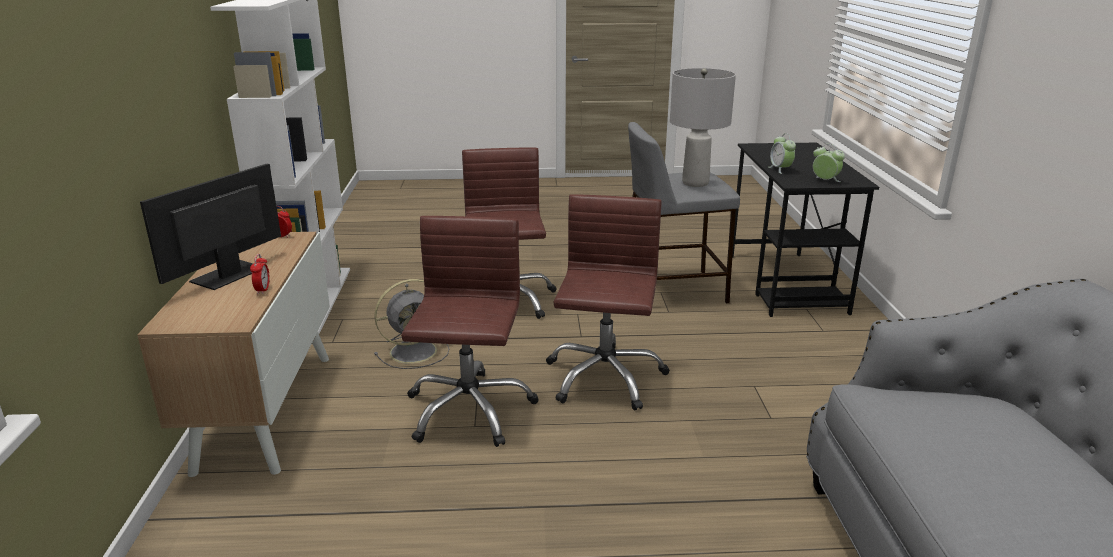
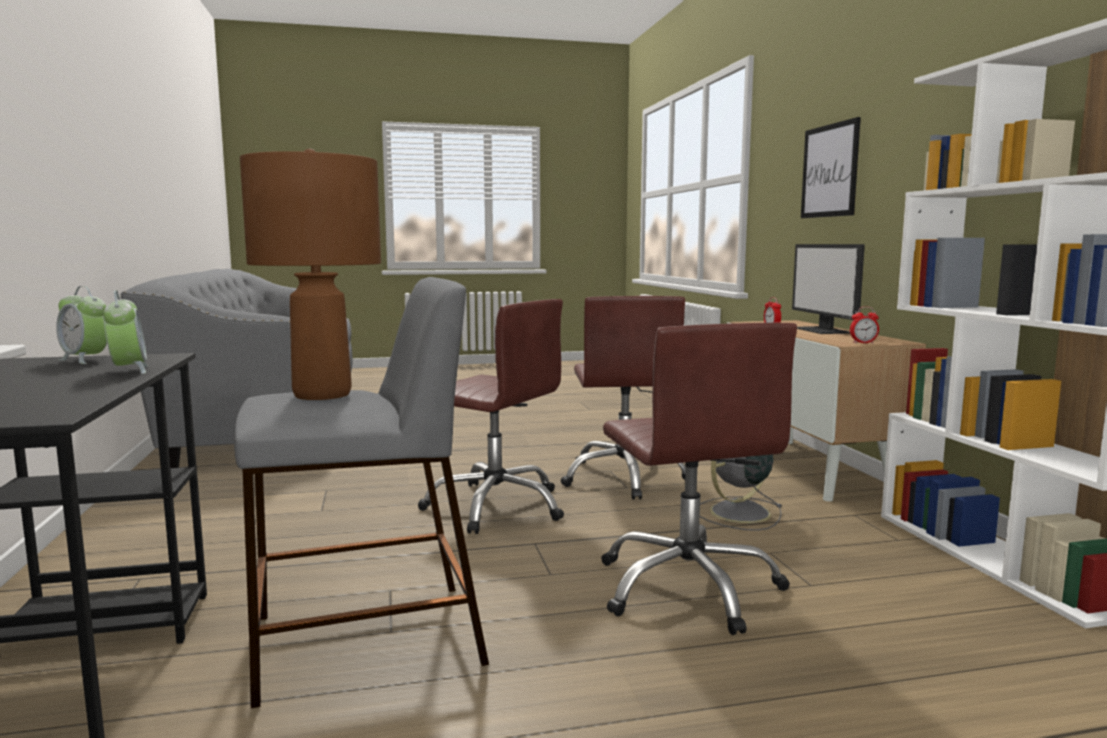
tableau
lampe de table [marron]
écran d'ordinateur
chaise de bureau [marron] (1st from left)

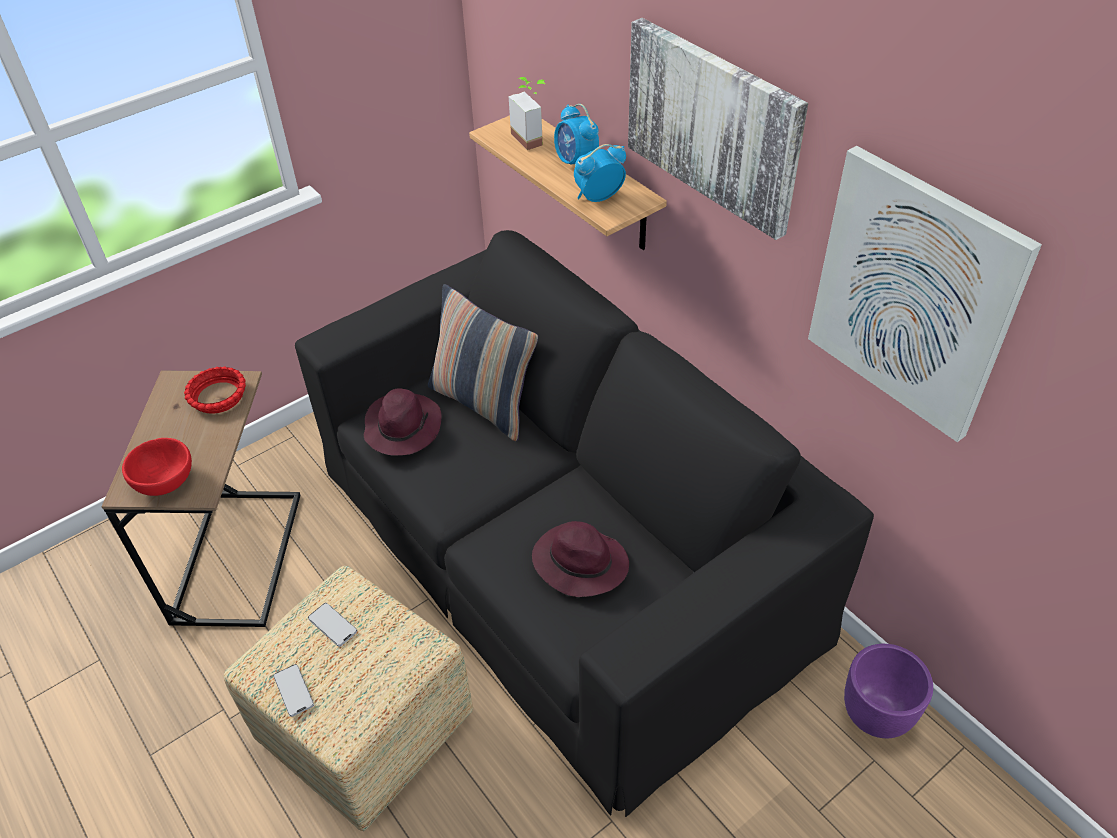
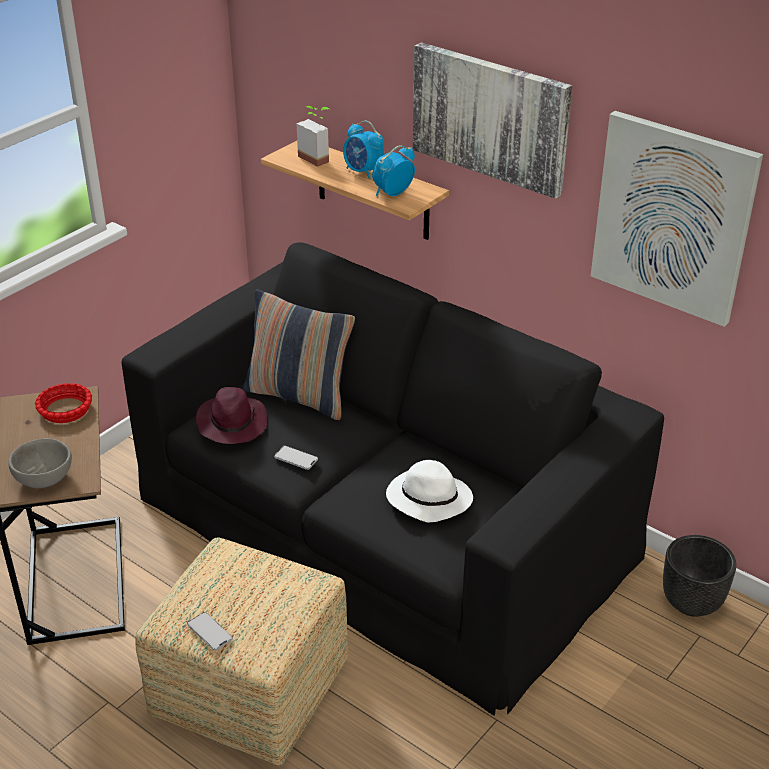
téléphone (2nd from left)
bol [gris]
chapeau [blanc]
cache-pot [noir]

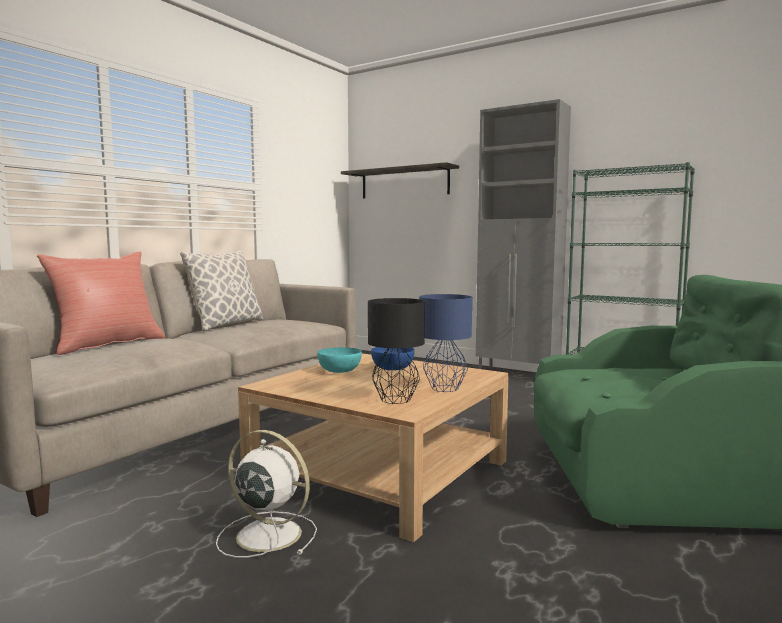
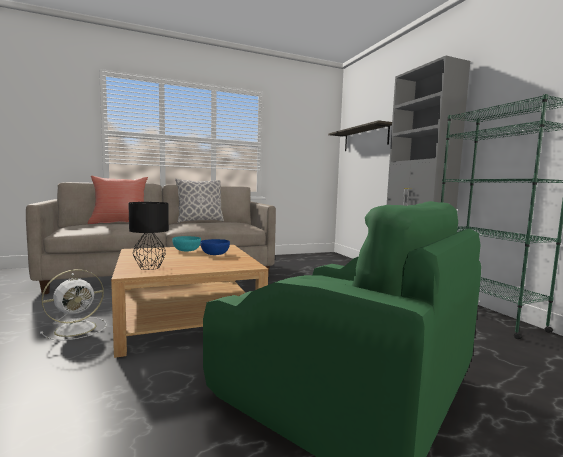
lampe de table [bleu]
ventilateur [blanc]

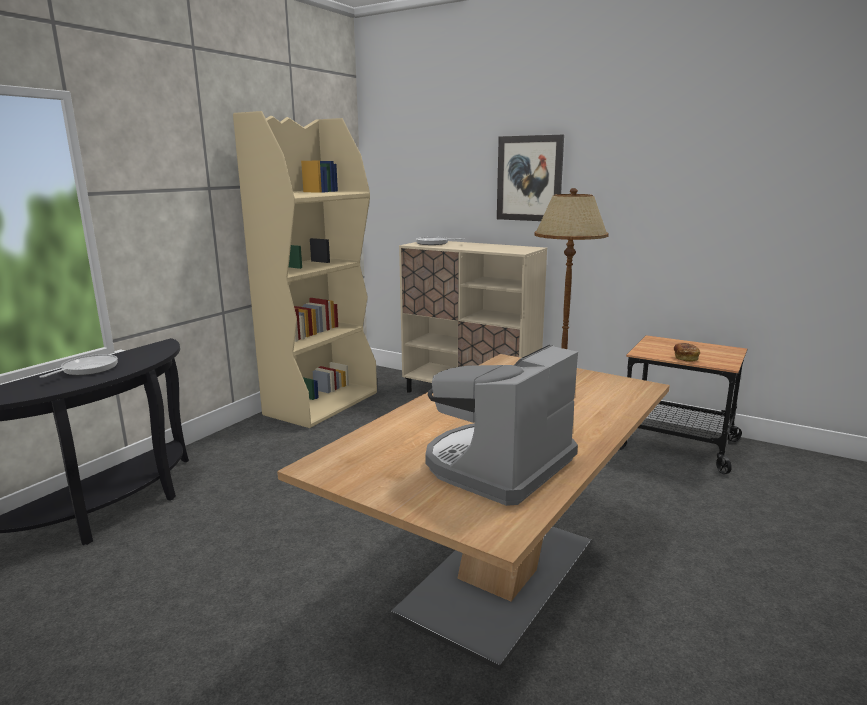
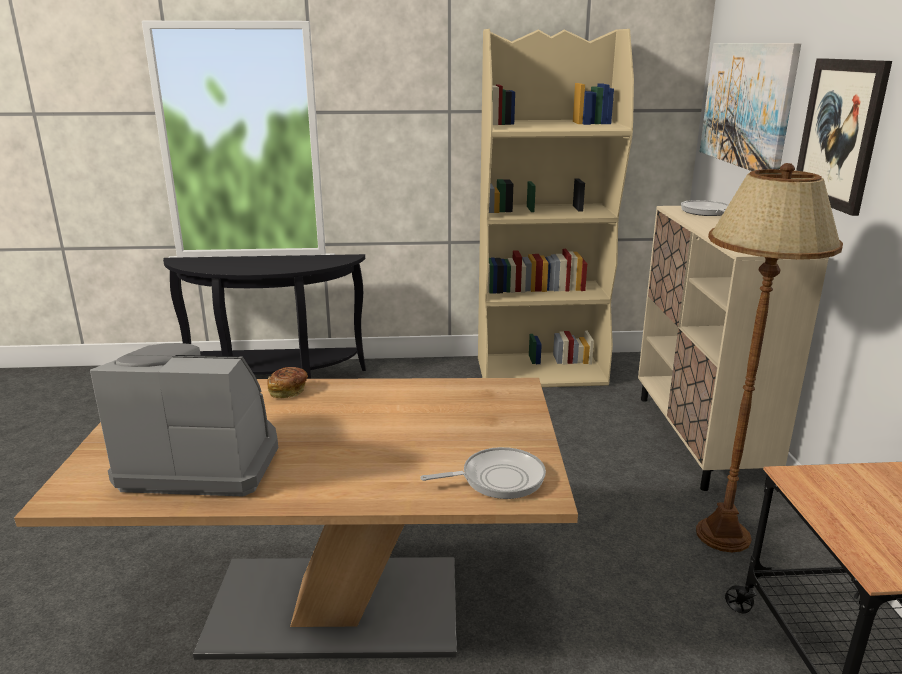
tableau (1st from left)
poêle (1st from left)
pain

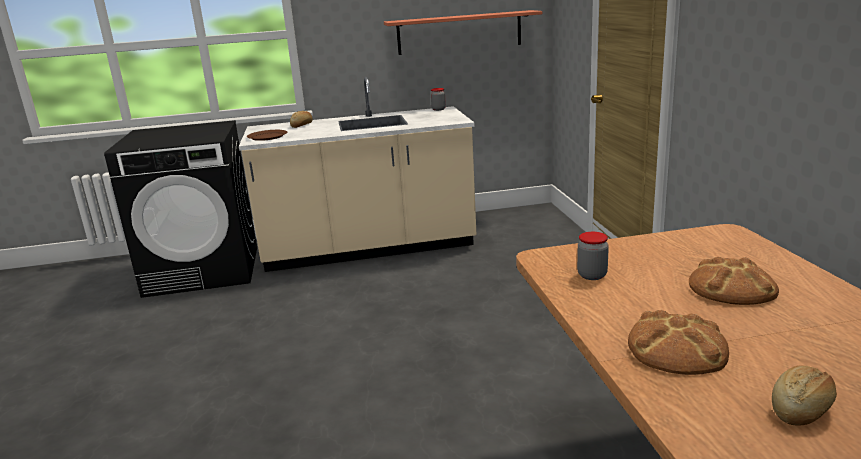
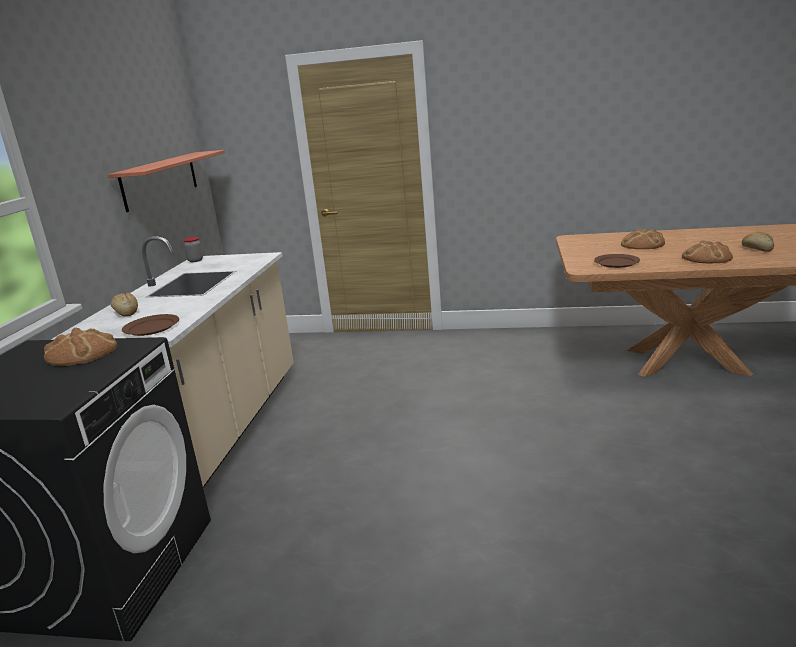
pain (1st from left)
assiette [marron] (2nd from left)

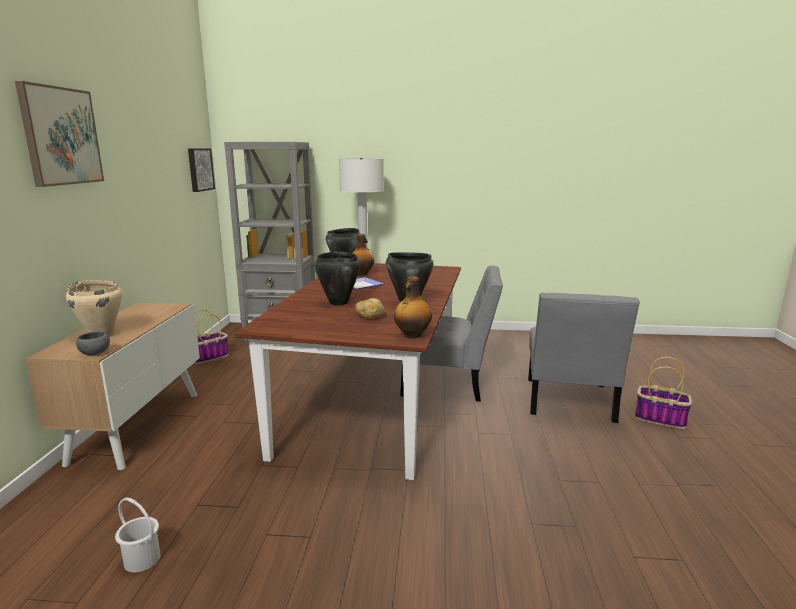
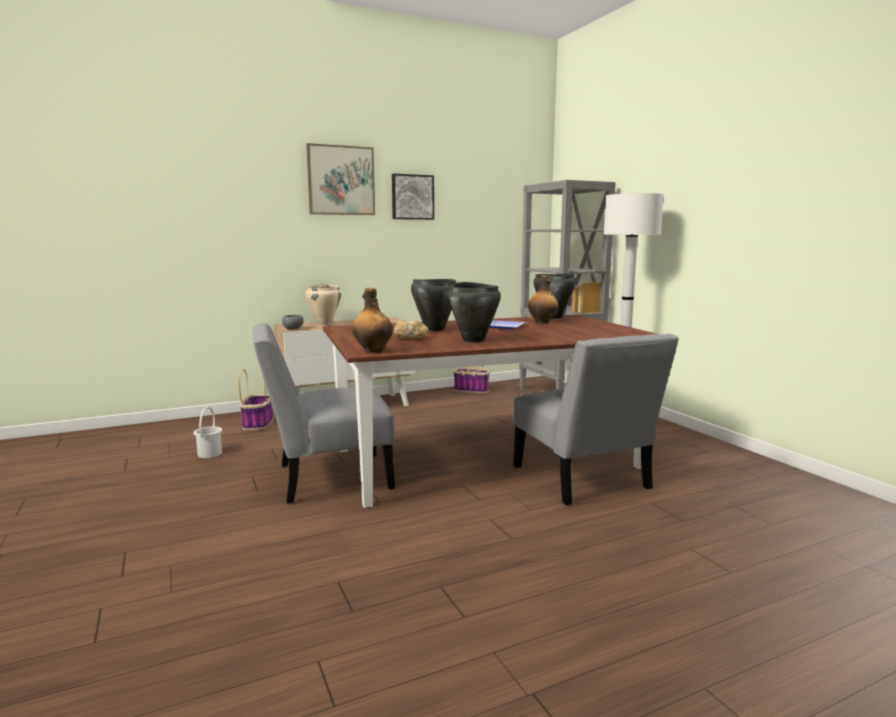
tableau (2nd from left)
chaise [gris] (1st from left)
panier (1st from left)

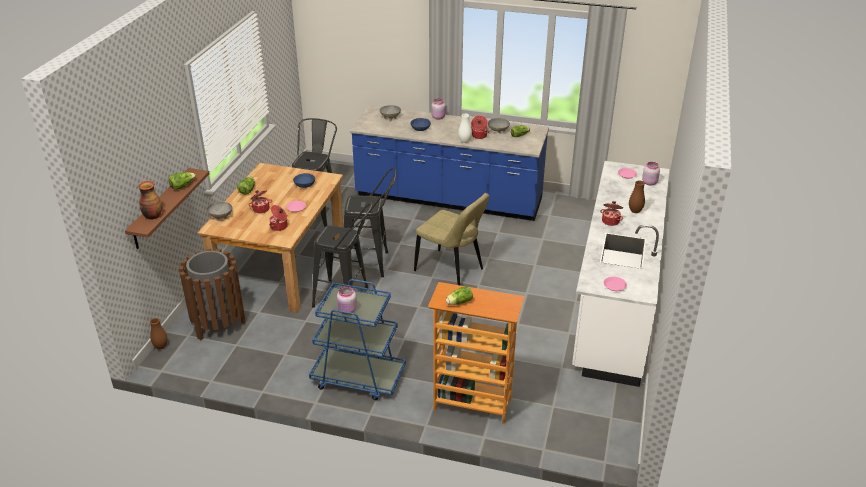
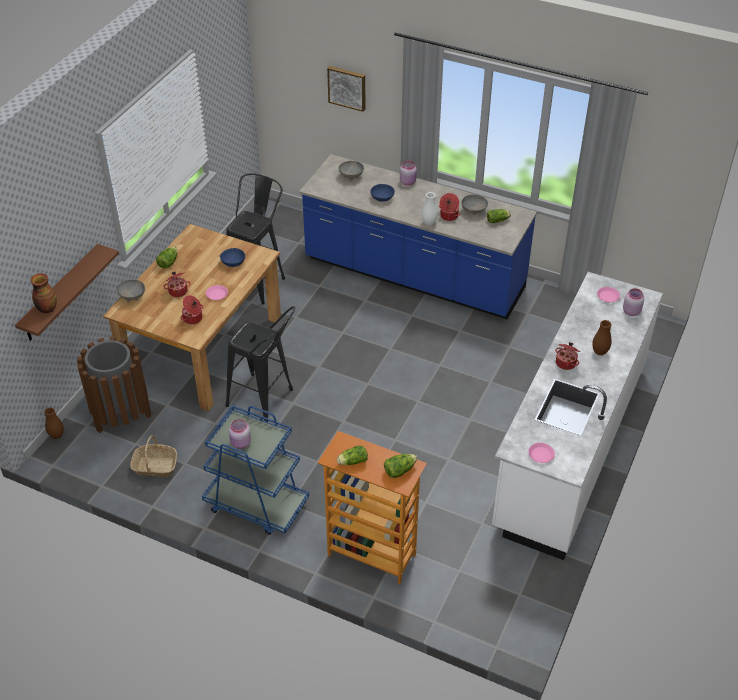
tabouret [noir] (3rd from left in the first image)
chaise [beige]
panier
tableau
laitue (3rd from left)

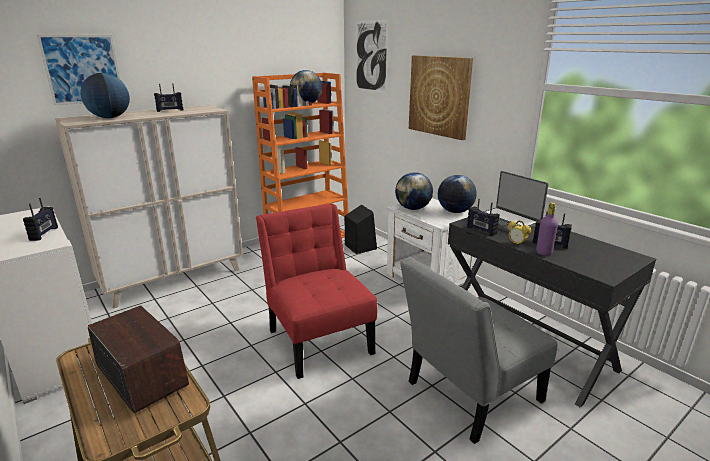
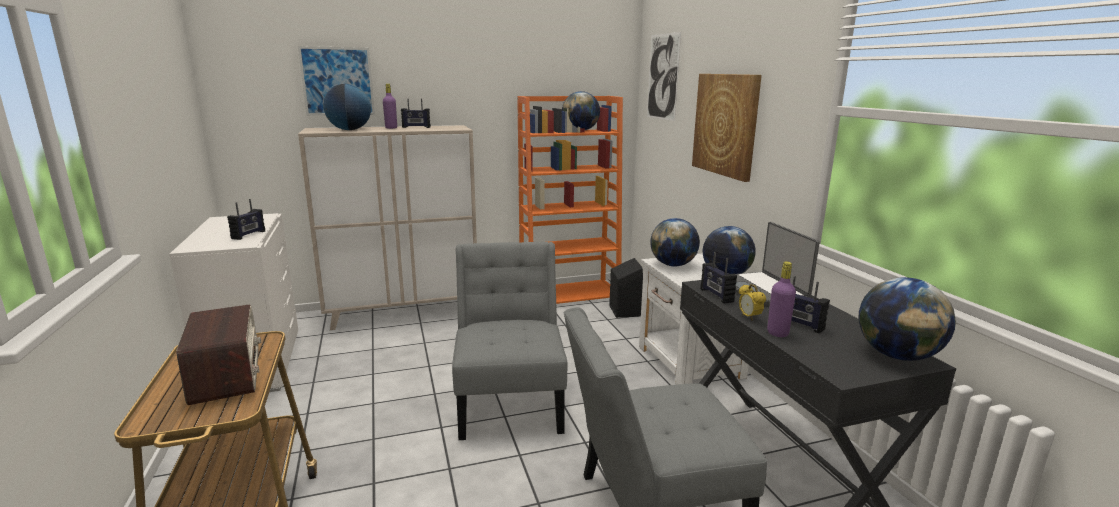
bouteille [violet] (1st from left)
globe (5th from left)
chaise [gris] (1st from left)

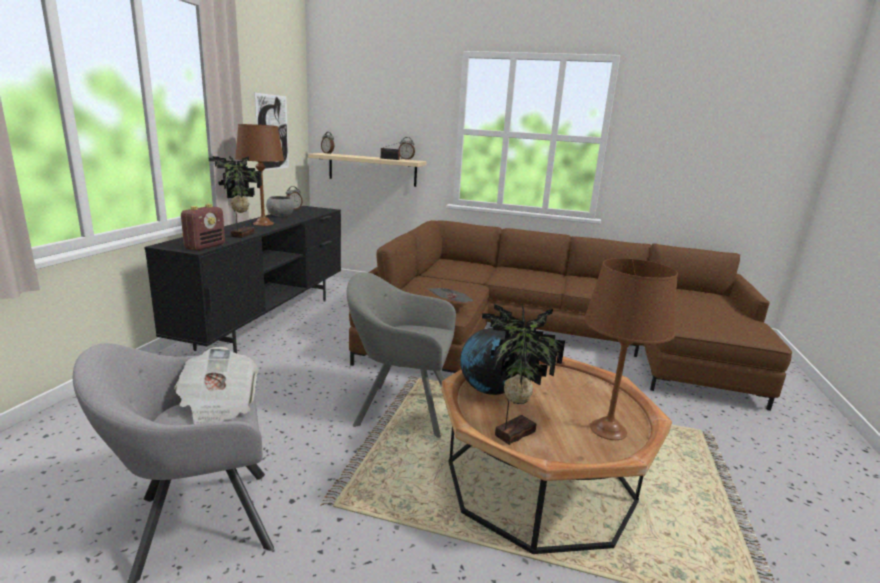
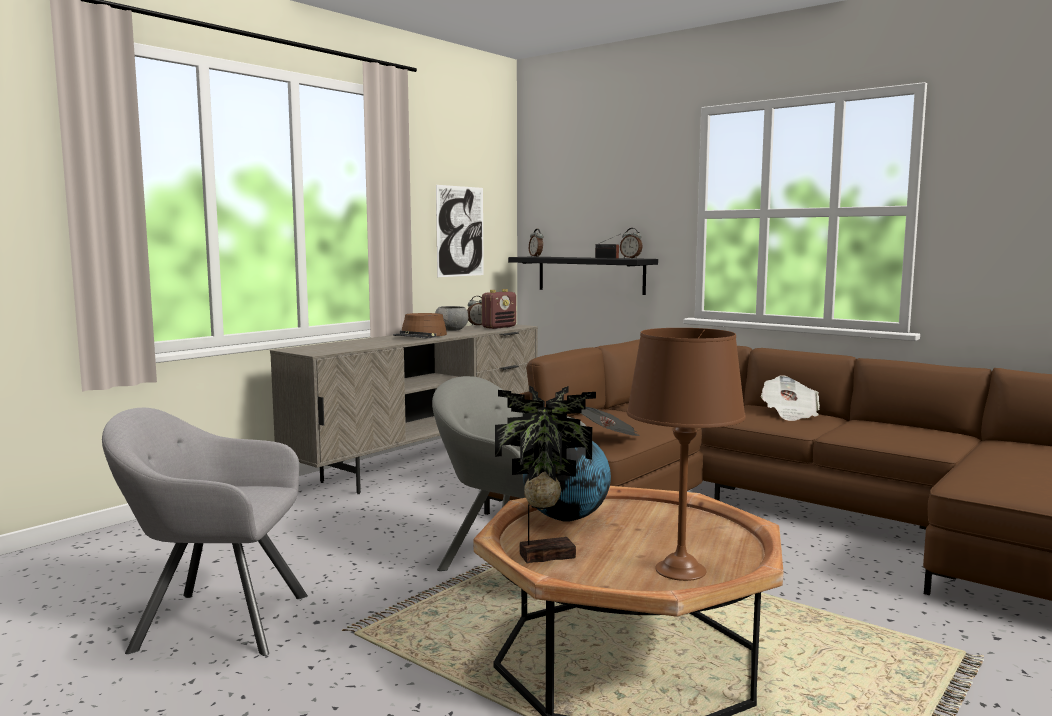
plante en pot (1st from left in the first image)
journal (2nd from left)
radio (1st from left)
chapeau [marron]
meuble télé [beige]
étagère [noir]

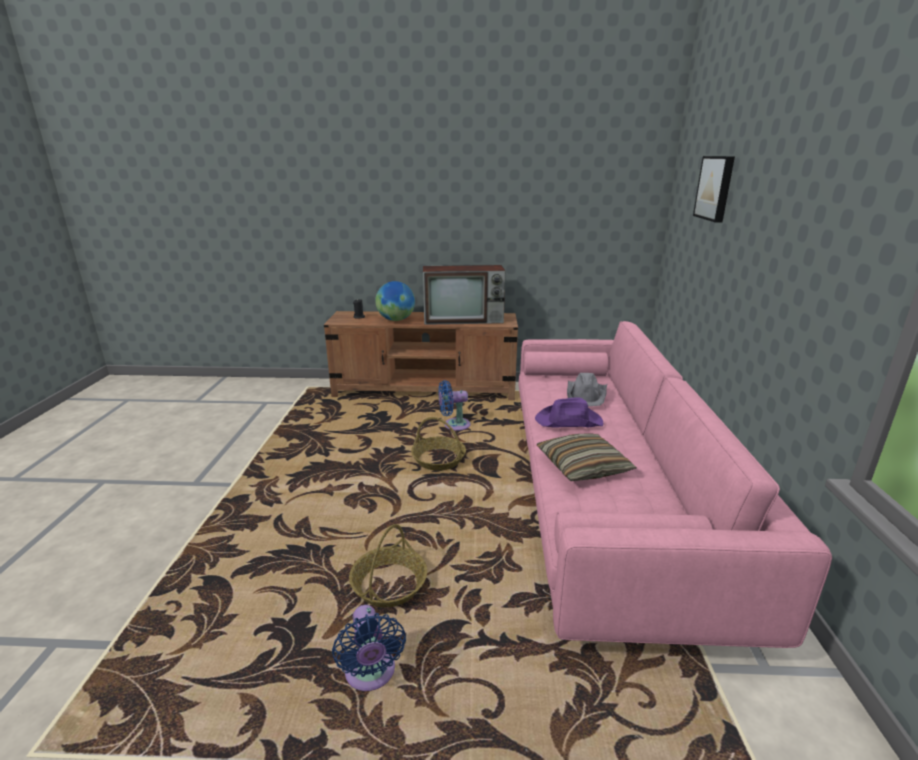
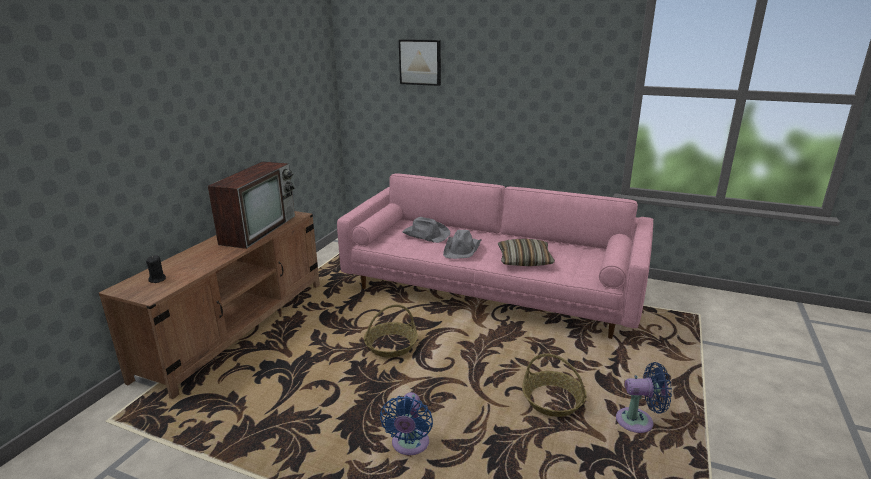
globe
ventilateur [bleu] (1st from left)
chapeau [gris] (2nd from left)

